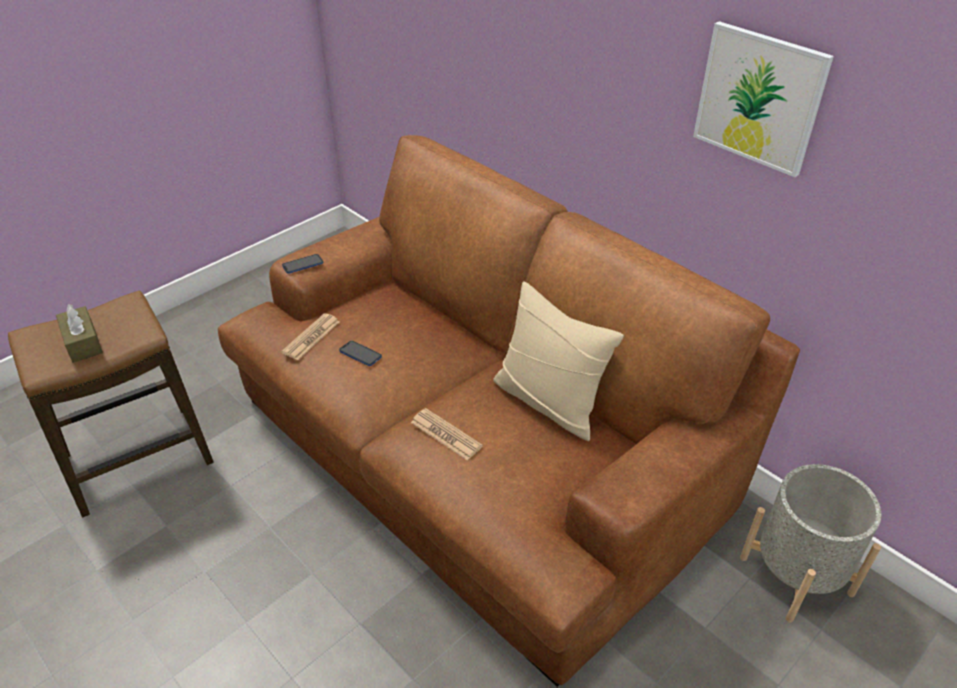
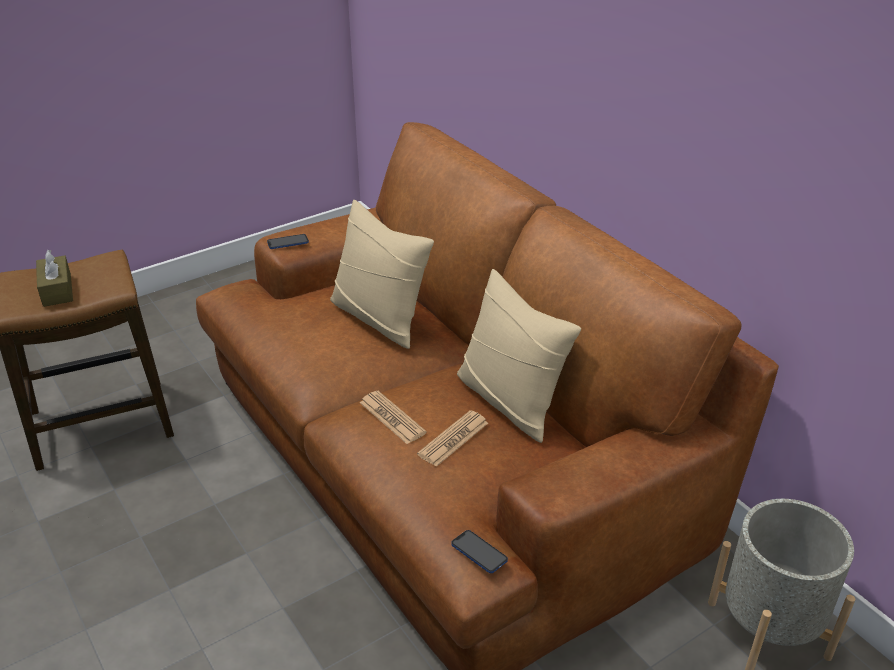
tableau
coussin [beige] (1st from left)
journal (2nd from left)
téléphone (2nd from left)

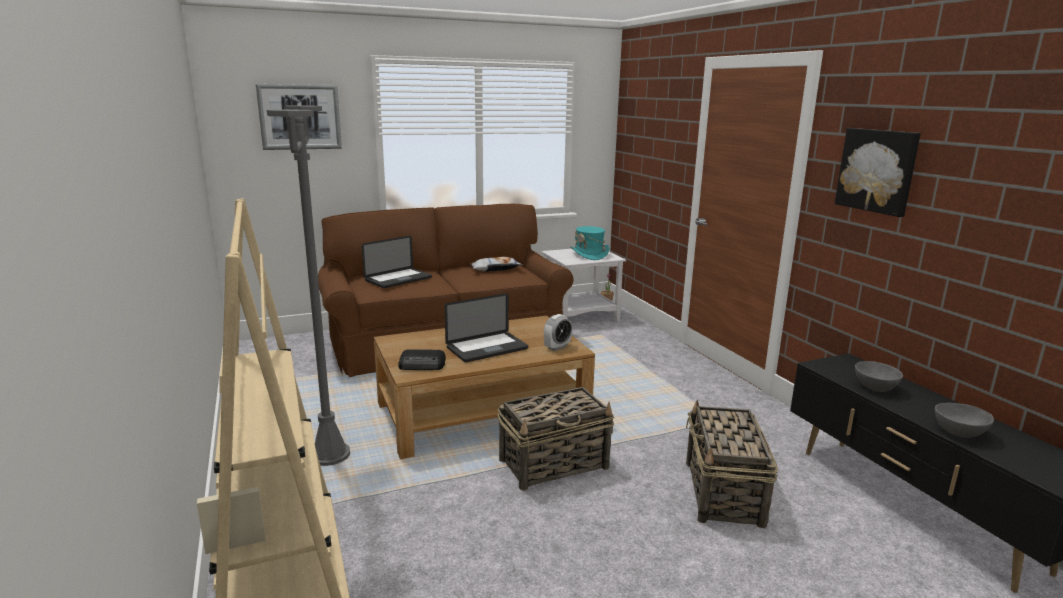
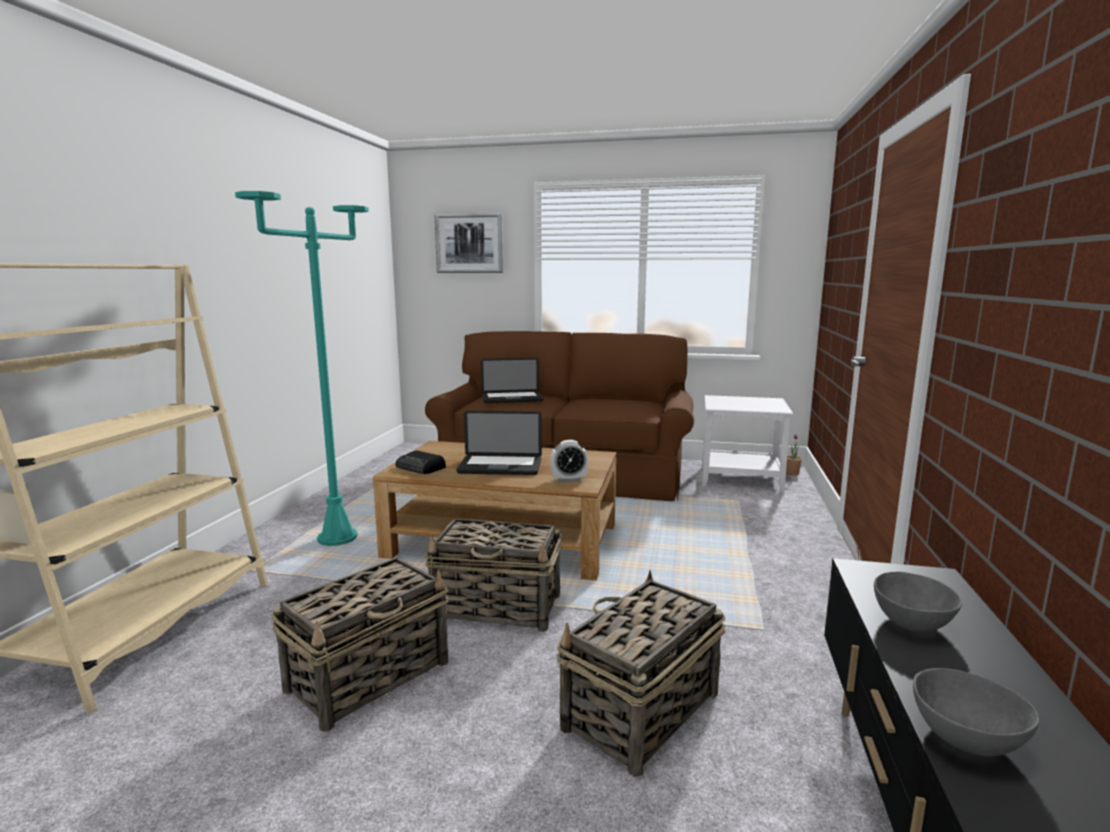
coussin
chapeau [turquoise]
tableau (2nd from left in the first image)
panier (1st from left)
lampadaire [turquoise]

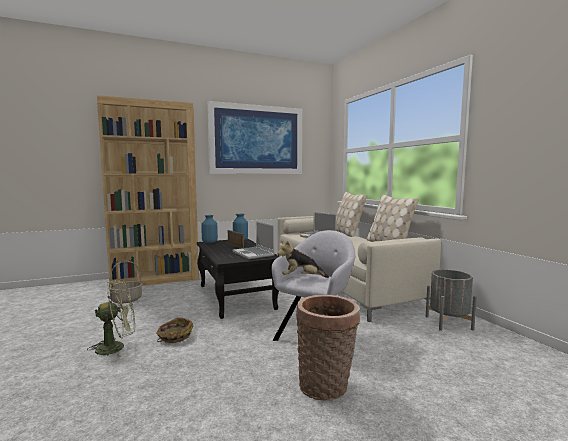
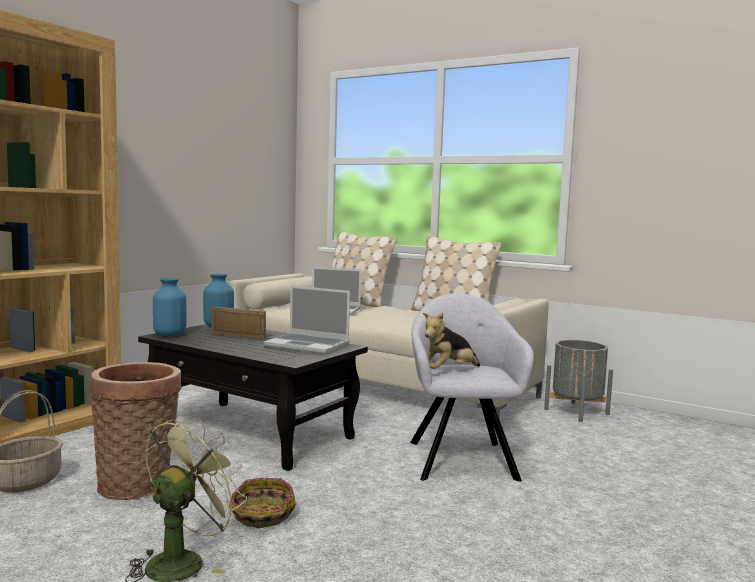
tableau
panier (2nd from left)

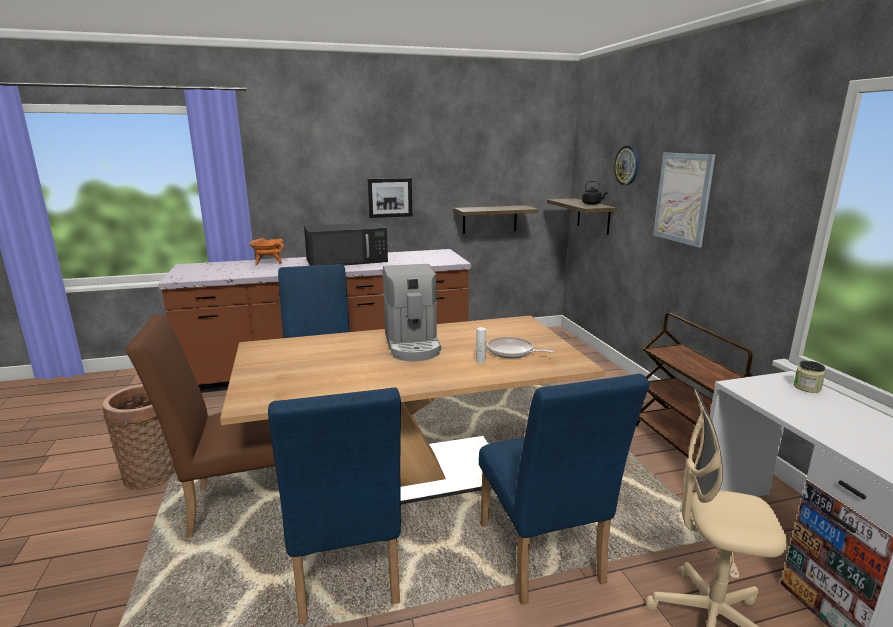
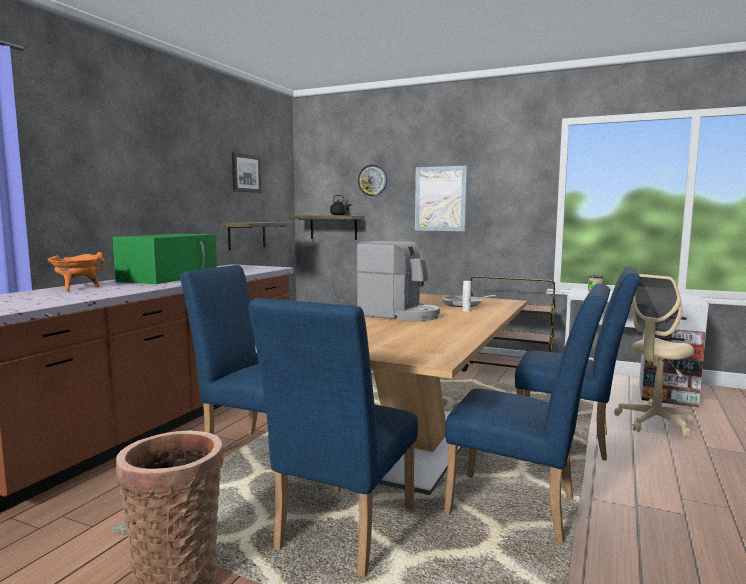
tableau (1st from left)
chaise [bleu] (2nd from left)
micro-ondes [vert]

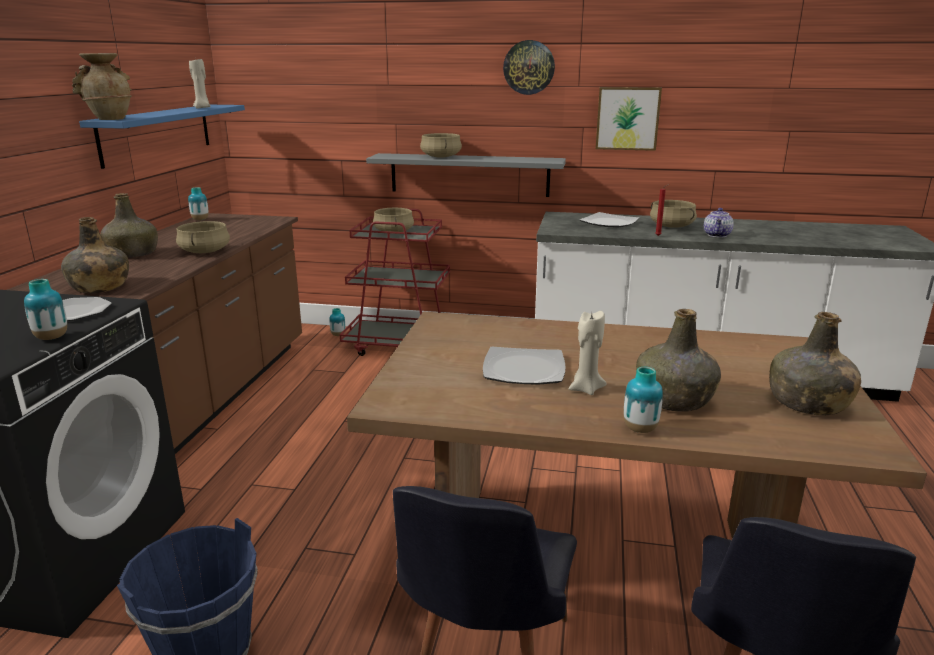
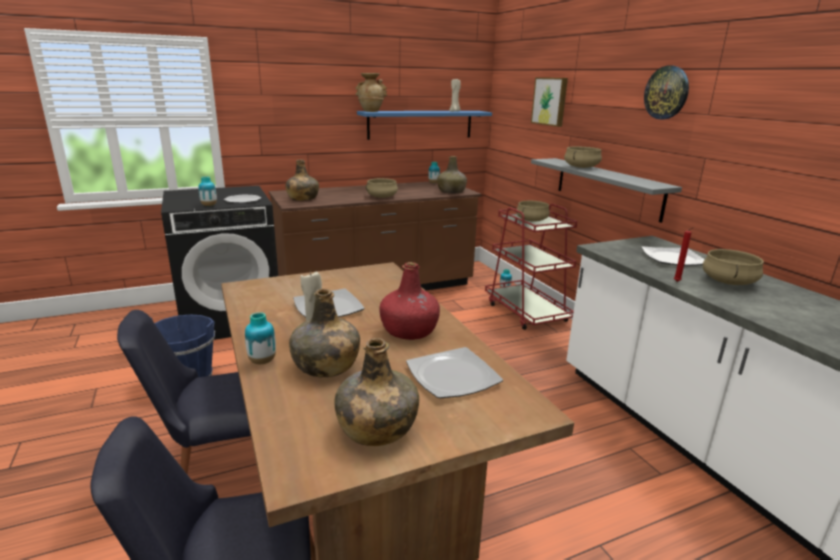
théière
bouteille [rouge]
assiette (3rd from left)
bouteille [vert] (4th from left)
tableau

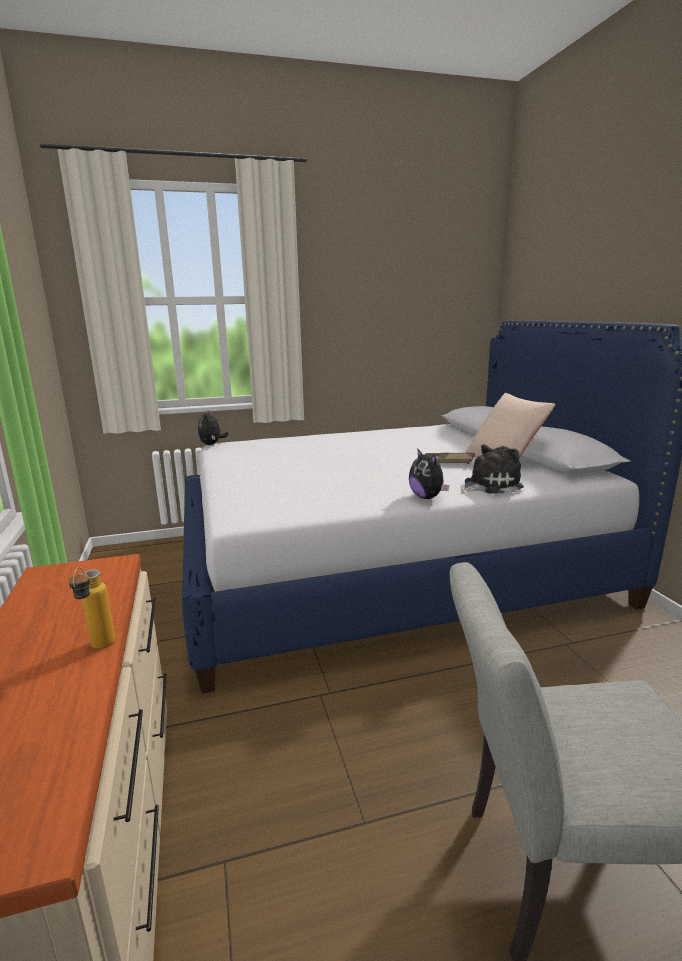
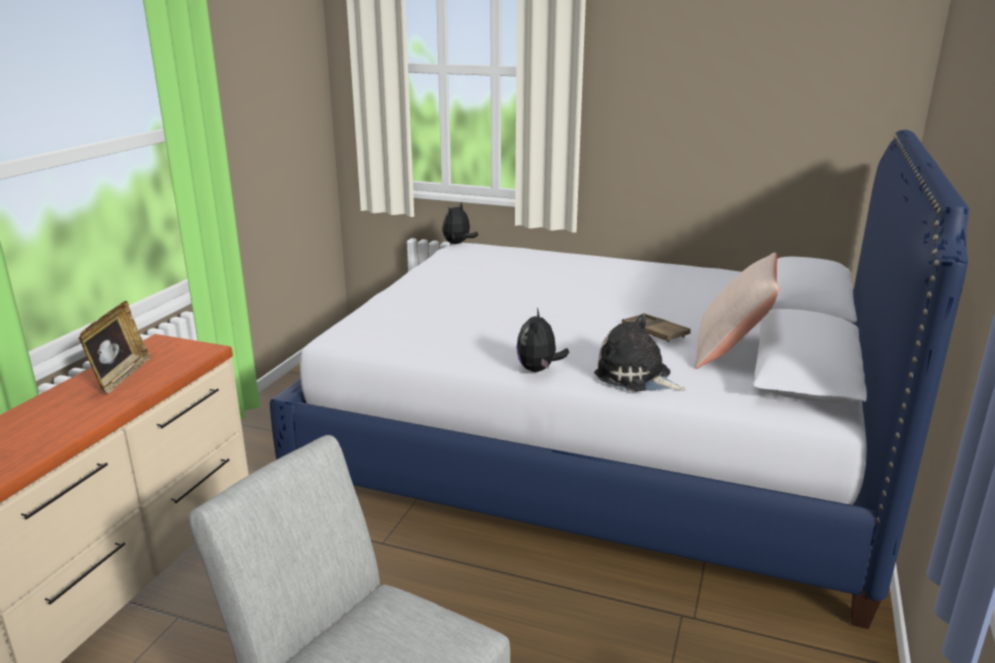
bouteille
cadre photo
peluche (3rd from left)

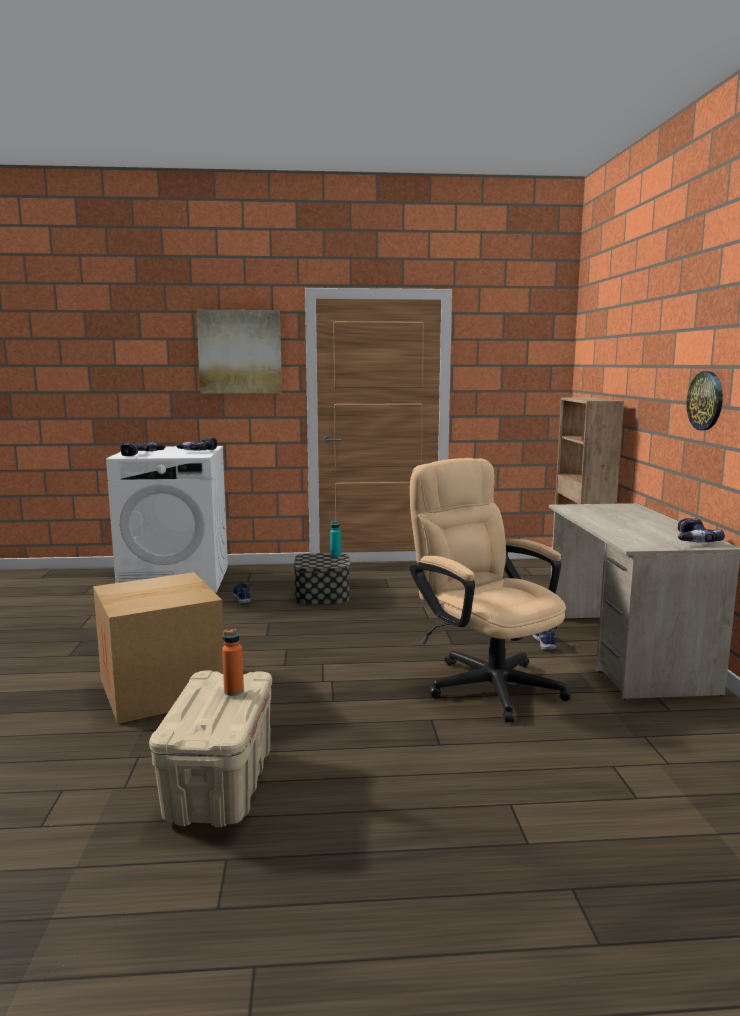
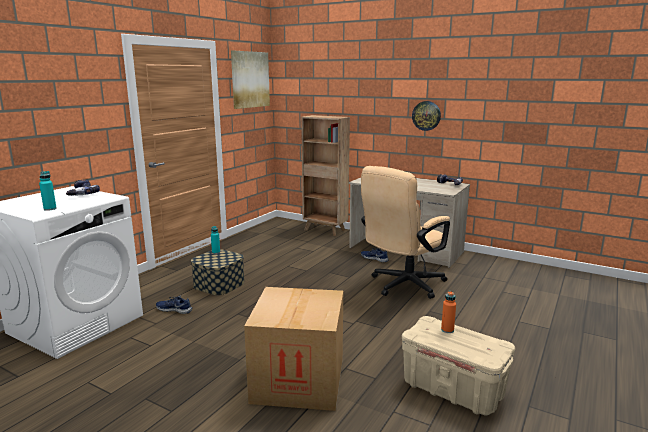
tableau
bouteille [turquoise] (1st from left)
chaise de bureau [beige]

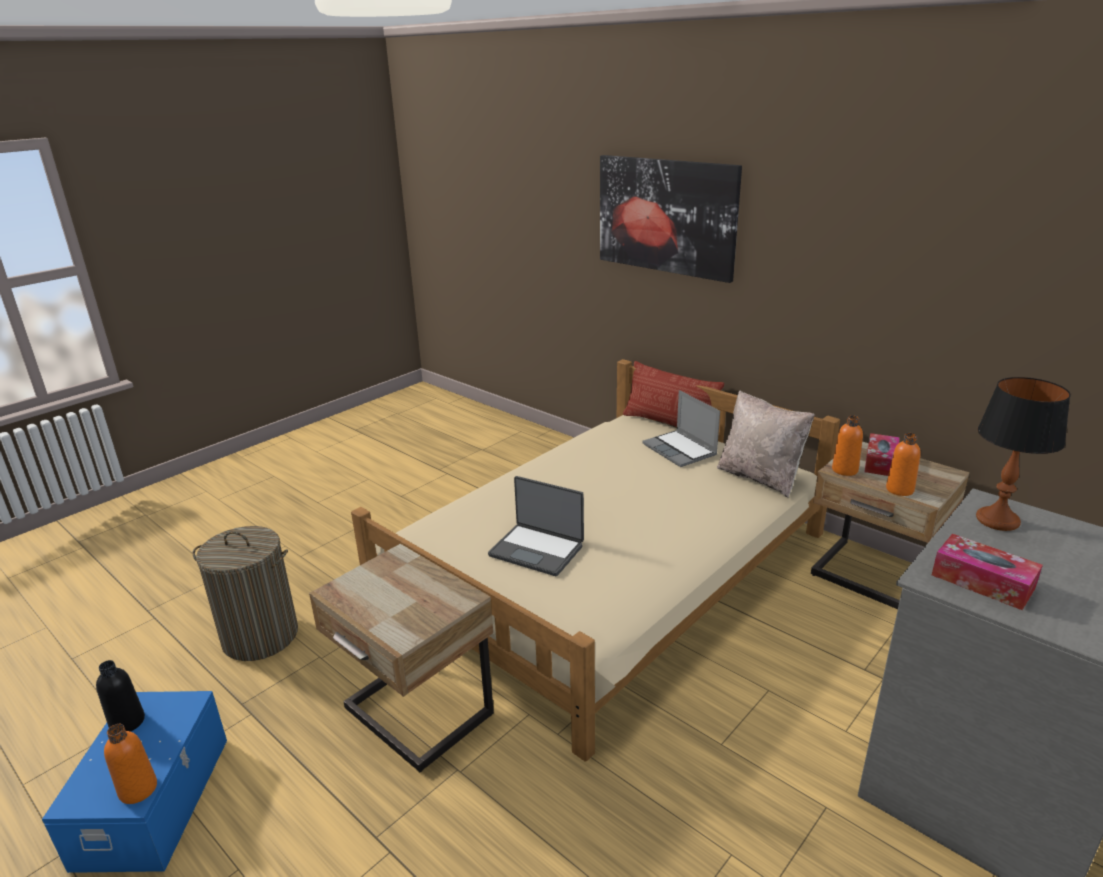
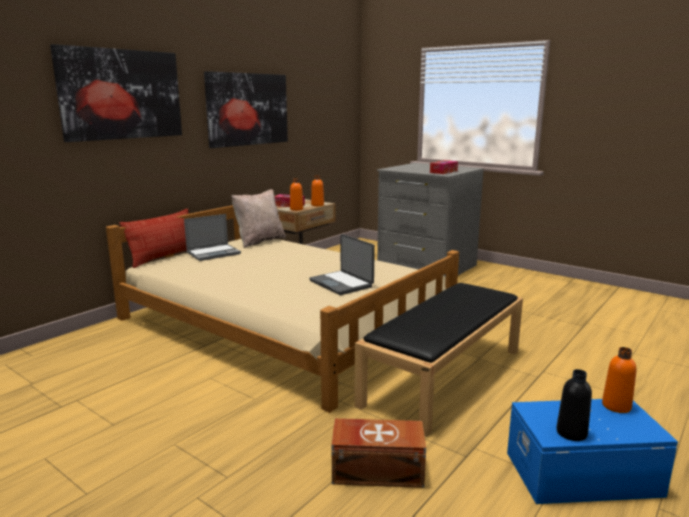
lampe de table
tableau (2nd from left)
boîte de rangement [marron]
banc [noir]
ordinateur portable (2nd from left)

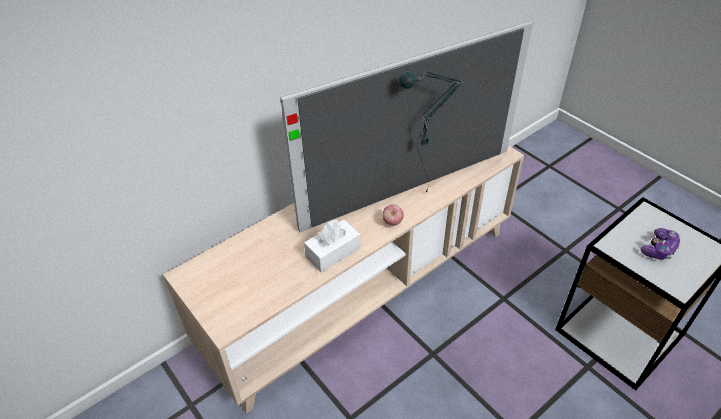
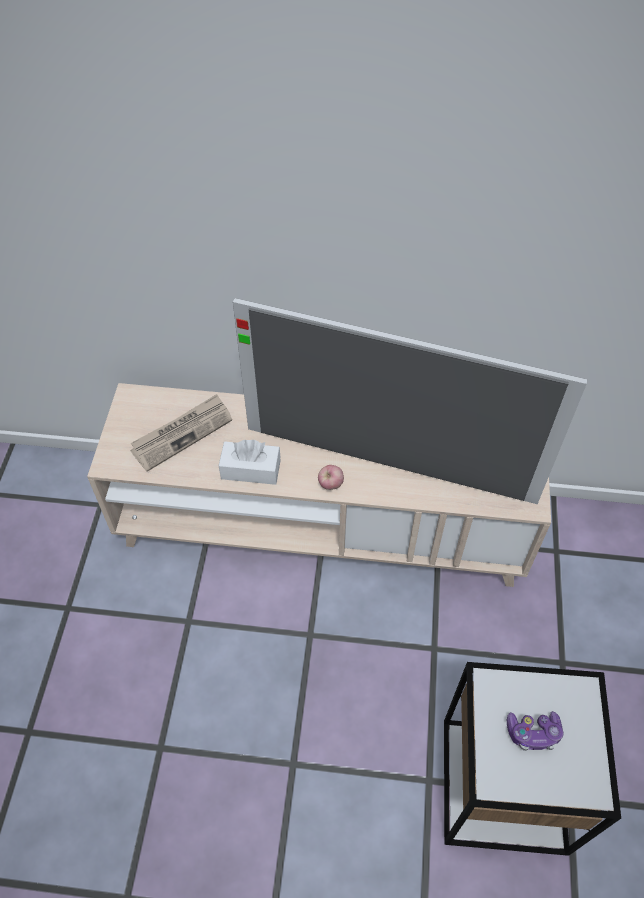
lampe de table
journal

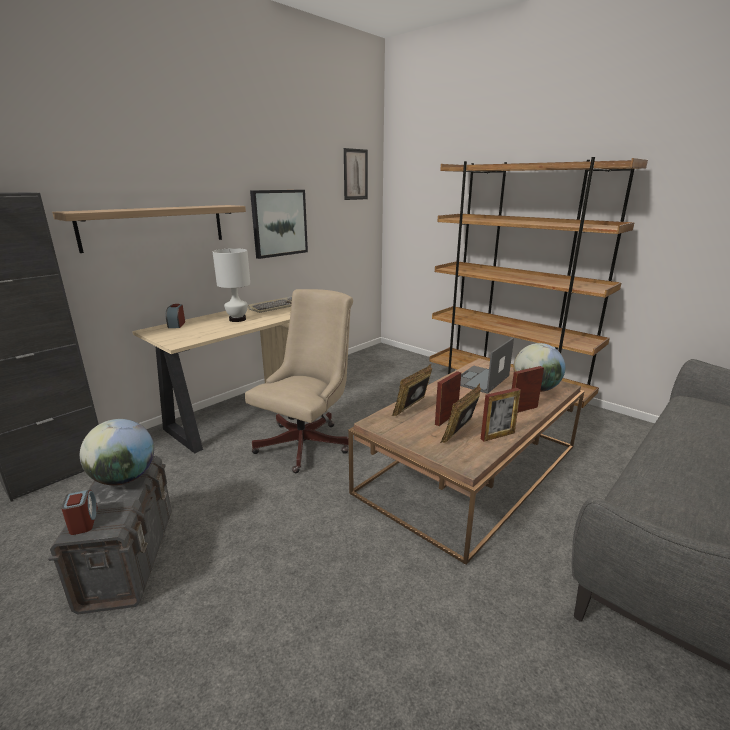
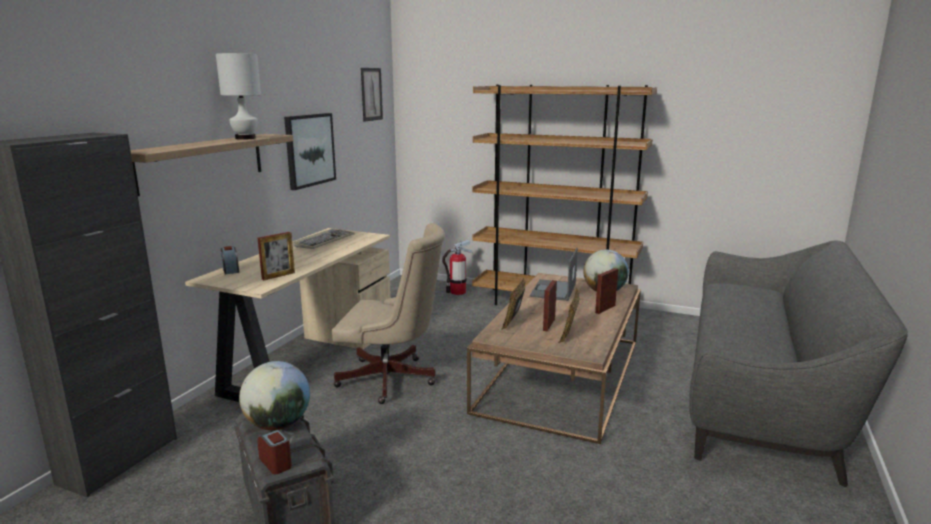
extincteur
lampe de table [blanc]
cadre photo (1st from left)
chaise de bureau [beige]

